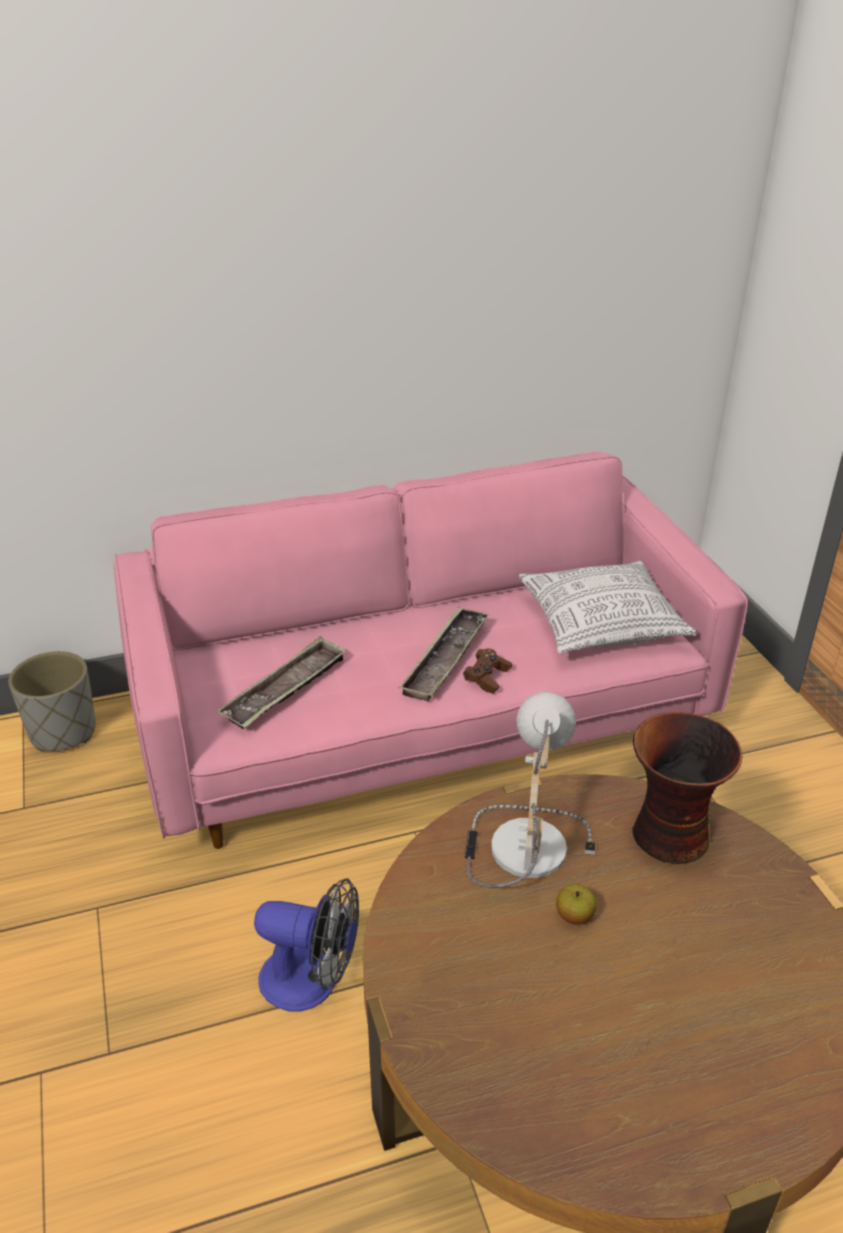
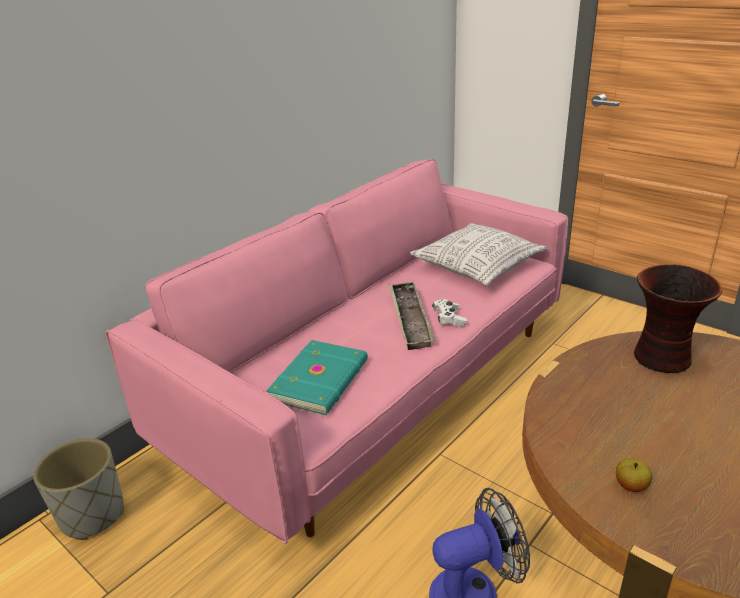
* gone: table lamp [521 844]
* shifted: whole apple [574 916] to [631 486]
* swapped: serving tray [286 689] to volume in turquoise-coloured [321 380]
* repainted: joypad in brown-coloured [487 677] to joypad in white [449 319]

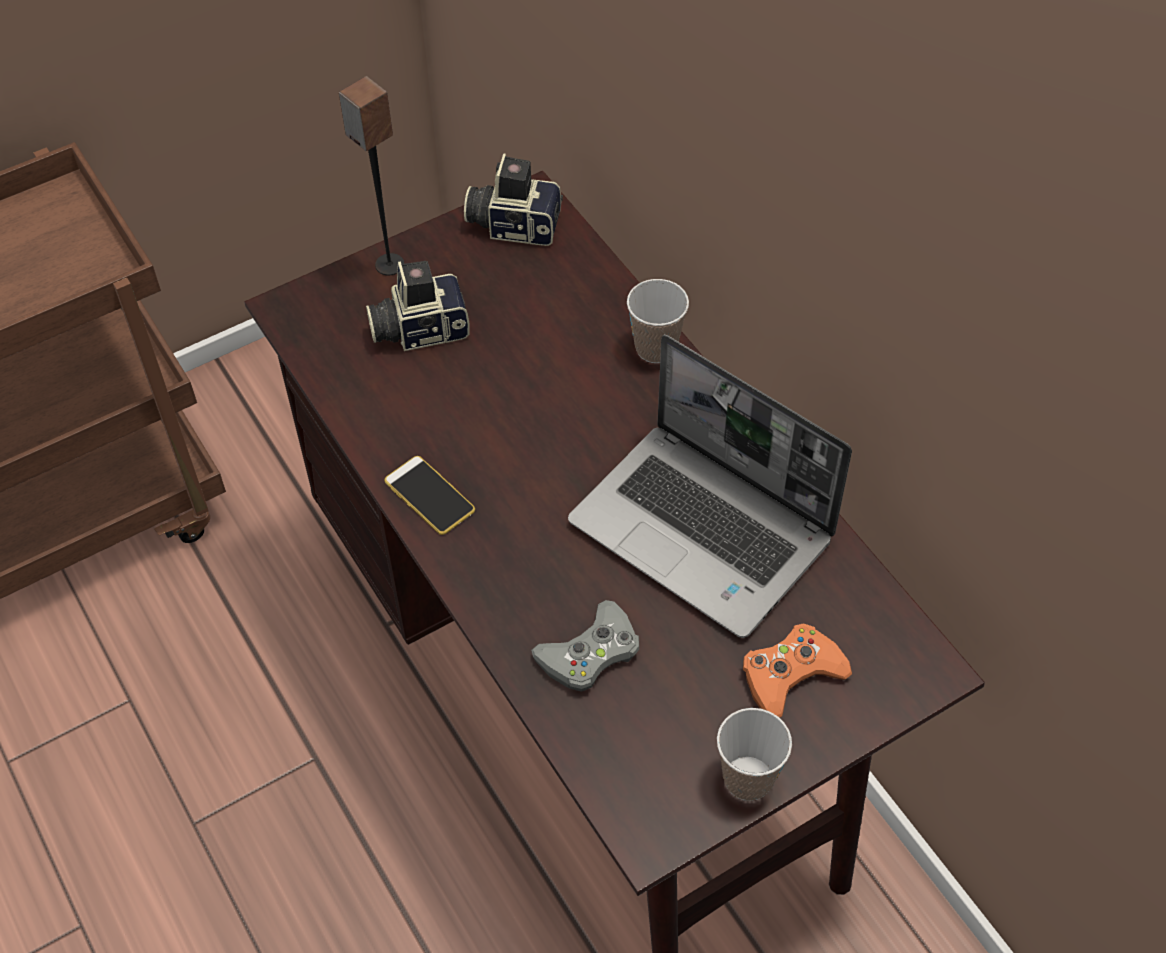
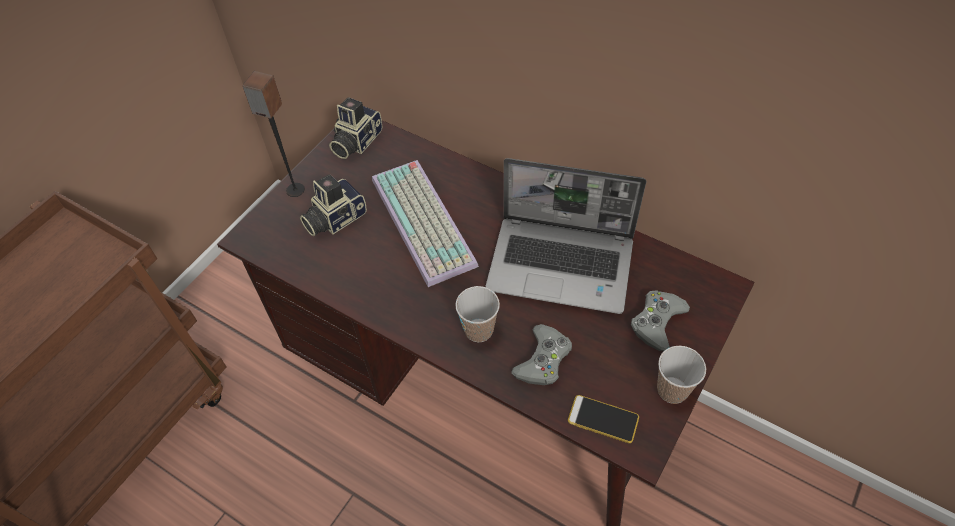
* new: keyboard [426 222]
* shifted: handset [429 496] to [603 419]
* shifted: cup [656 348] to [478 330]
* repainted: joypad in orangey [791 674] to joypad in greyish [657 322]
* rotated: still camera [514 224] = [355 141] 45 degrees counterclockwise

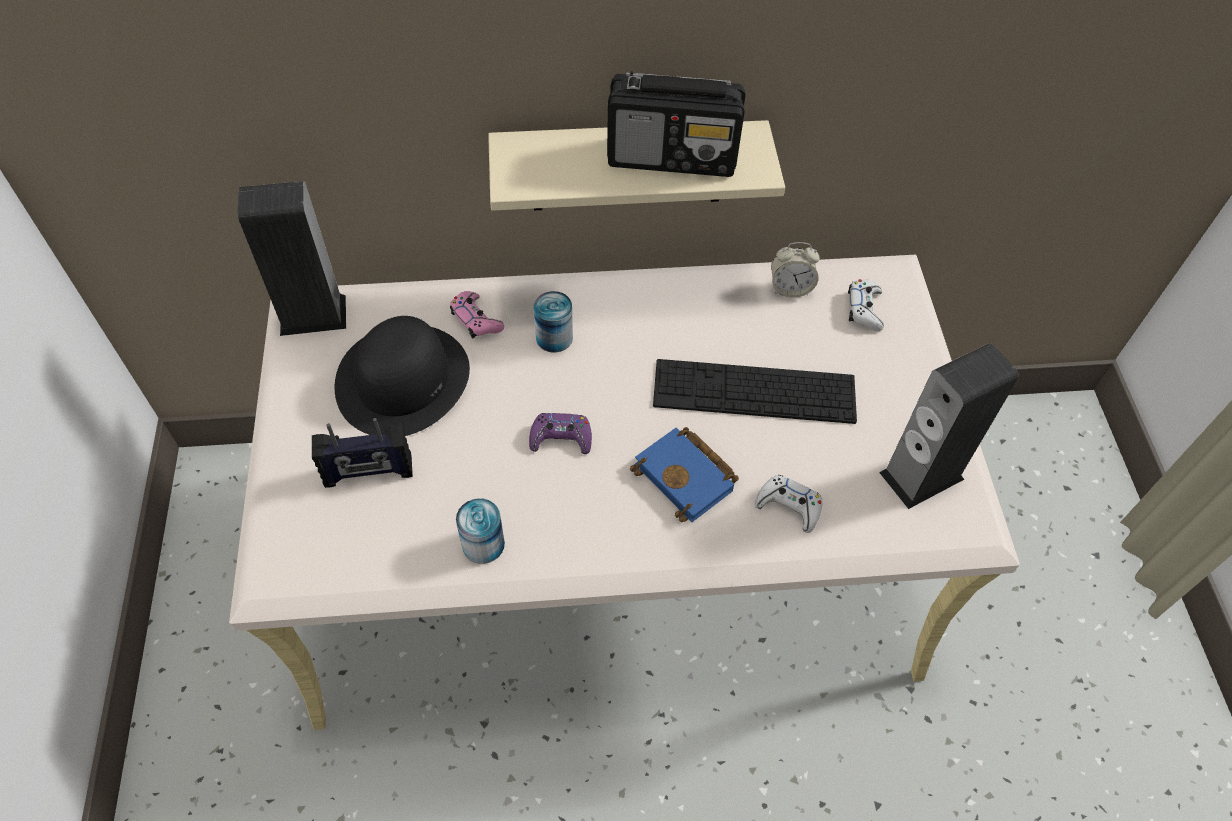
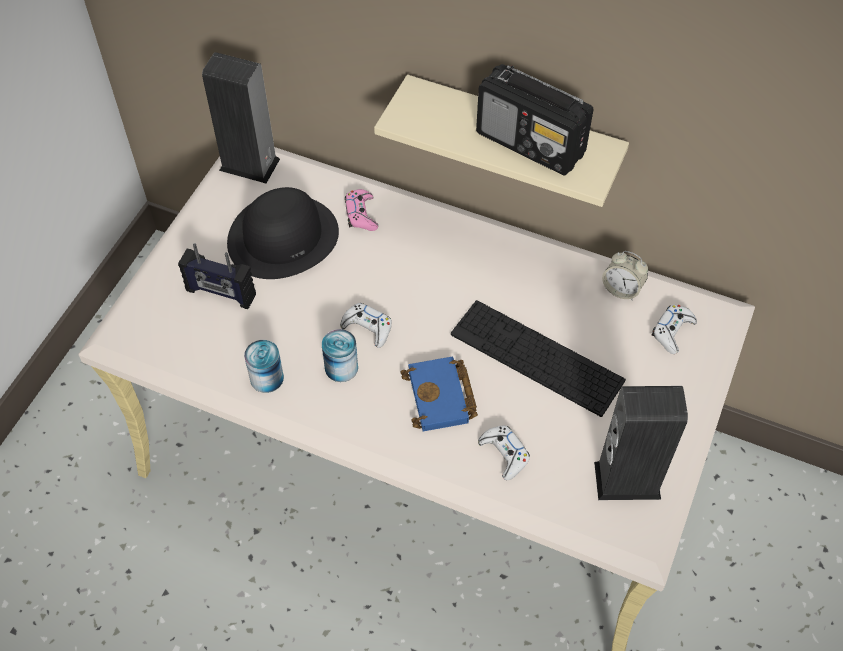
* shifted: metal can [554 337] to [341 367]
* repainted: joypad in purple [561 438] to joypad in white [367 328]

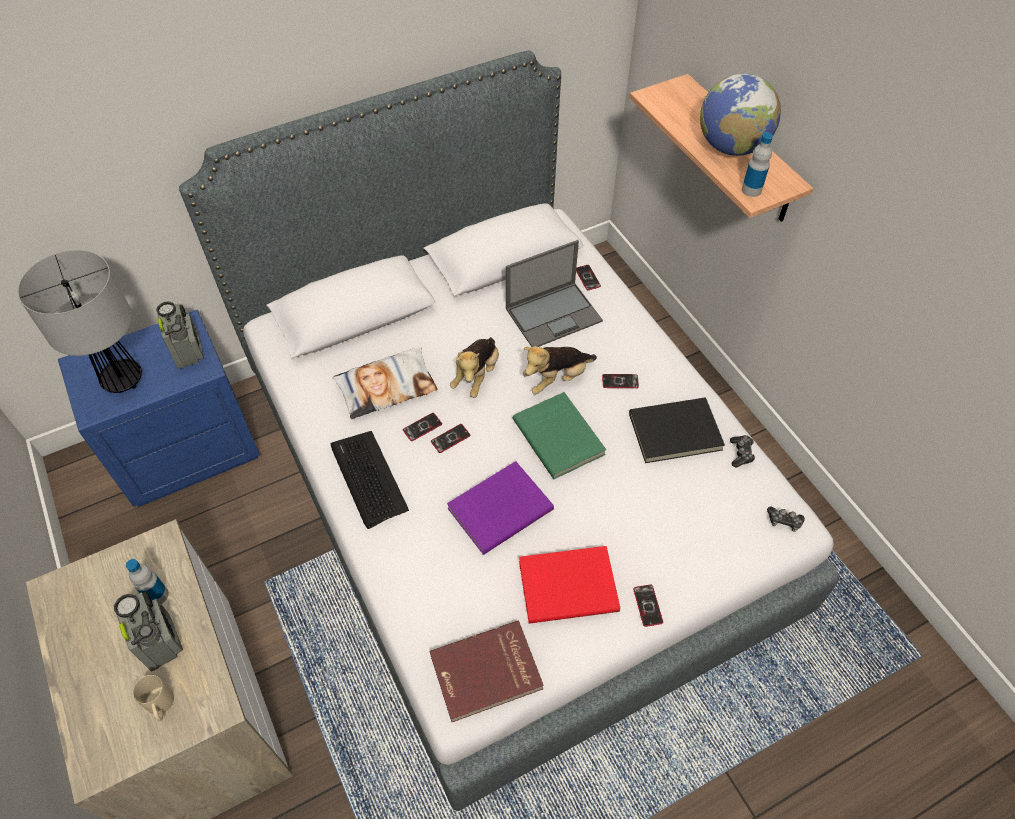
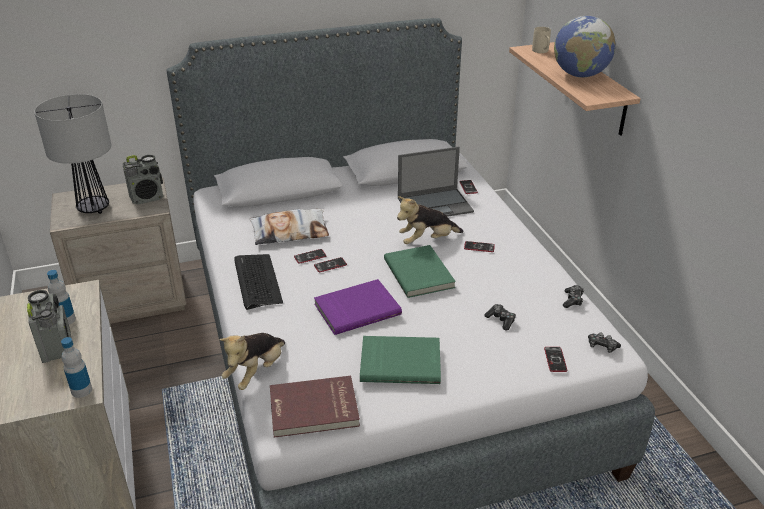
* gone: volume in black [675 433]
* new: joypad [501 320]
* shifted: tea mug in sand-coloured [161 707] to [541 52]
* shifted: plush toy [477 375] to [256 372]
* shifted: handset [647 605] to [555 360]
* shifted: drink bottle [751 190] to [81 390]
* repainted: nightstand in blue-coloured [188 450] to nightstand in sand-coloured [132 298]
* repainted: volume in reddish [567 584] to volume in greenish [400 362]
* rotated: radio receiver [188 351] = [147 198] 75 degrees clockwise

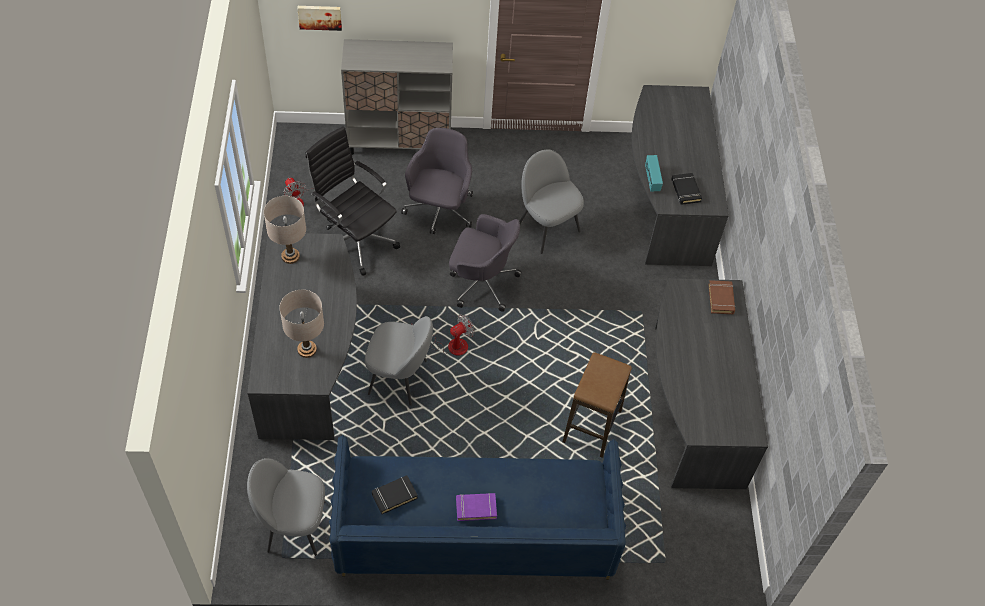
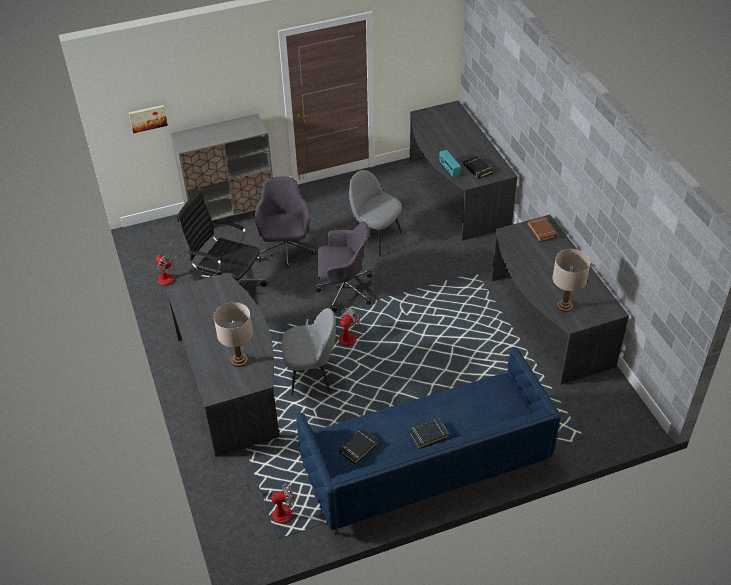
* gone: sitting stool [592 426]
* shifted: table lamp in sand-coloured [290 256] to [564 306]
* swapped: chair in greyish [294 526] to cooling fan [276 511]
* repainted: volume in purple [476 508] to volume in black [428 435]

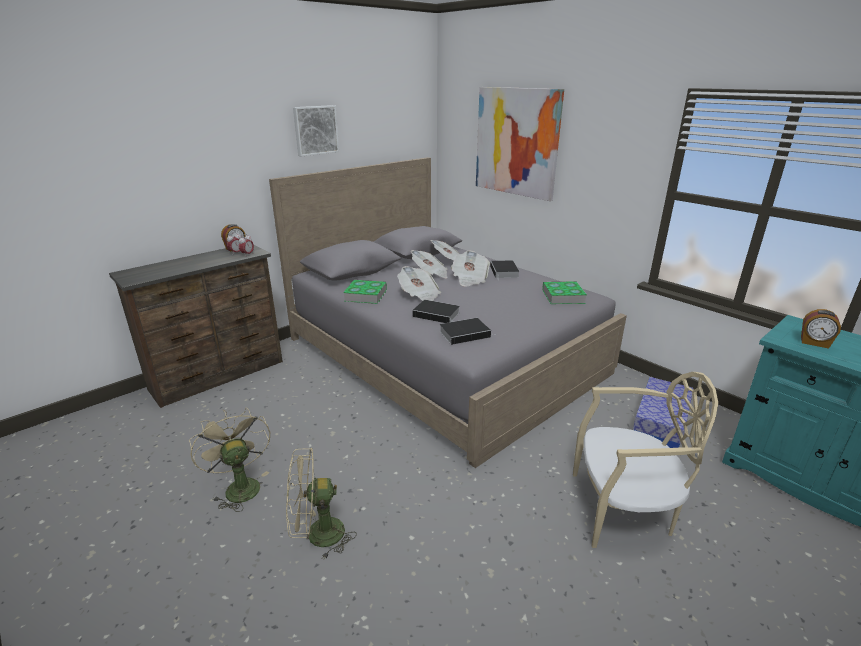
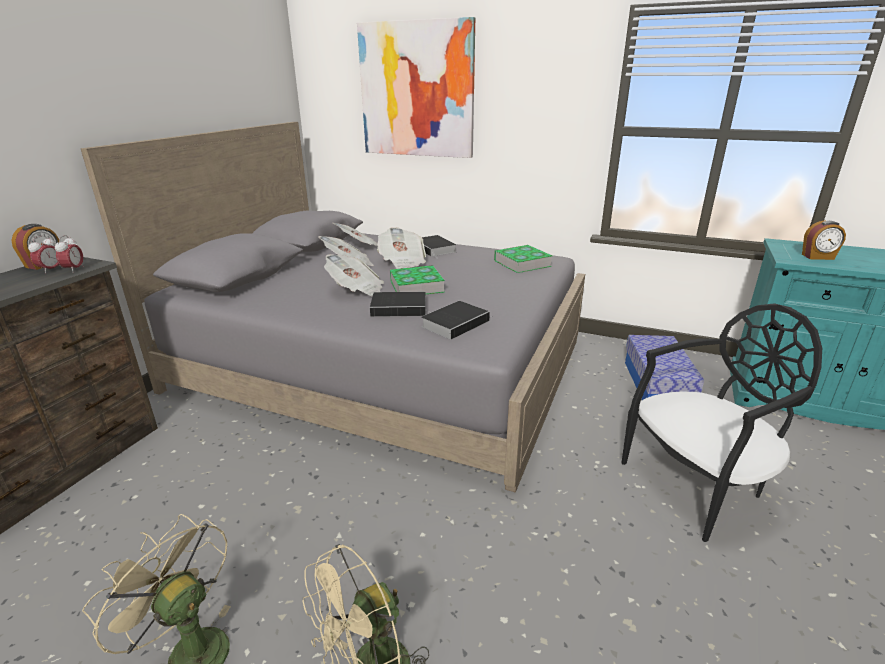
* gone: wall art [315 130]
* shifted: volume [365 295] to [416 286]
* repainted: chair in sand-coloured [623 510] to chair in black [697 485]

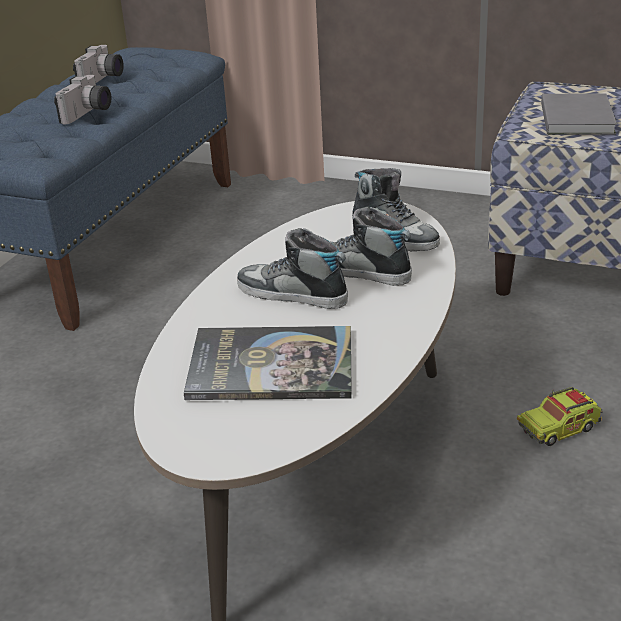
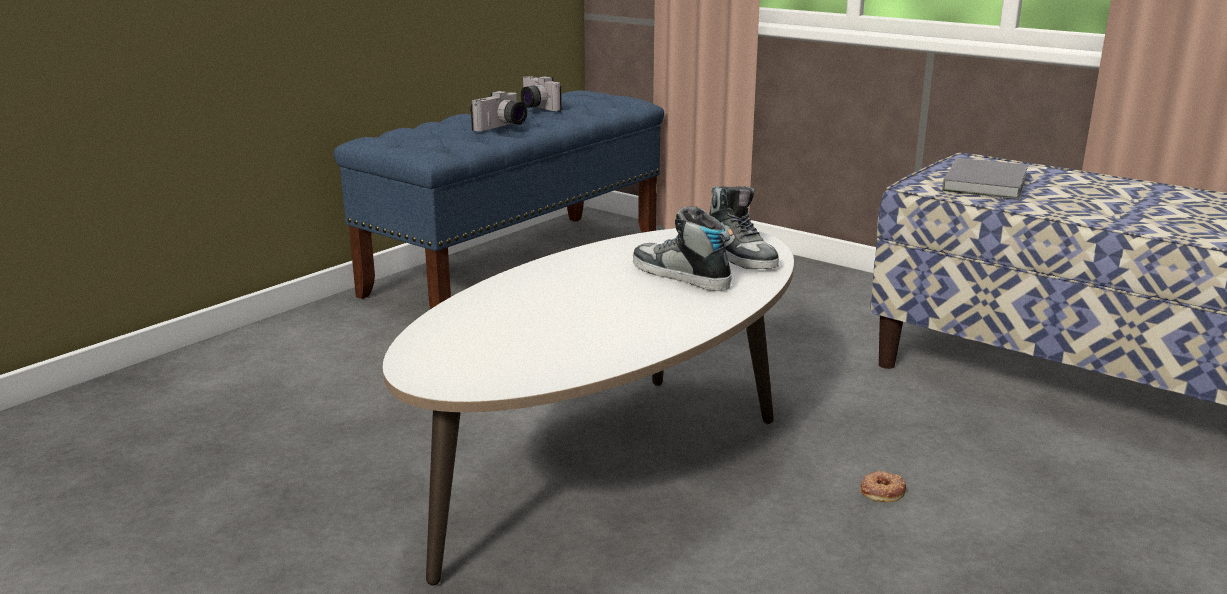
* gone: volume [271 365]
* gone: item of footwear [292 294]
* swapped: toy truck [559 428] to ring doughnut [882 491]
* rotated: still camera [103 80] = [535 107] 105 degrees clockwise

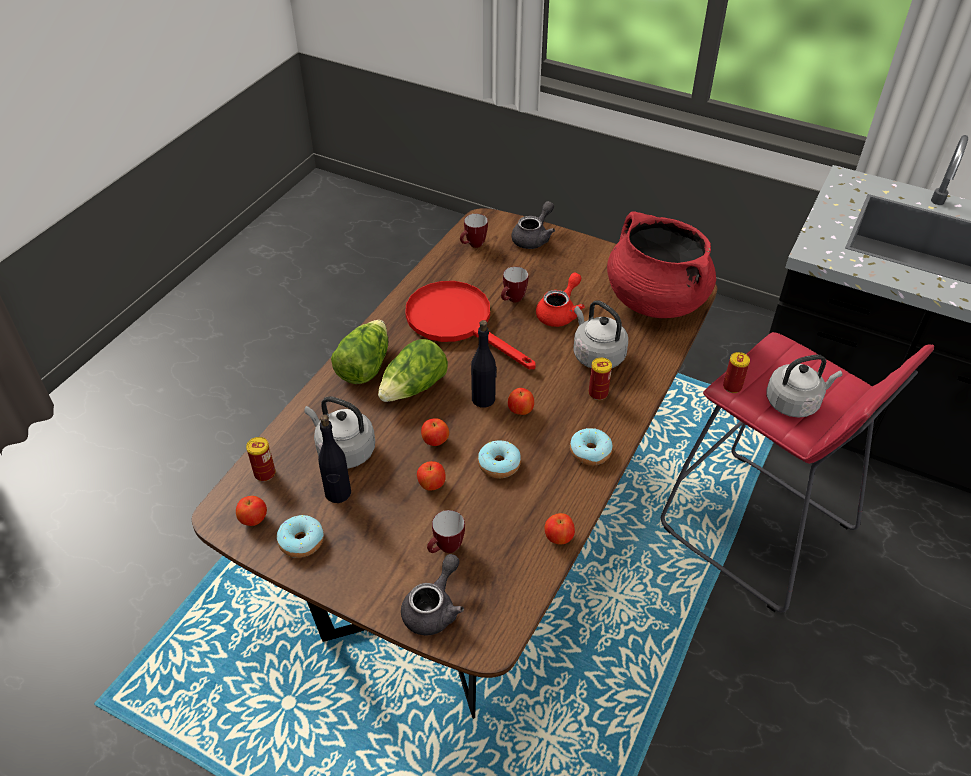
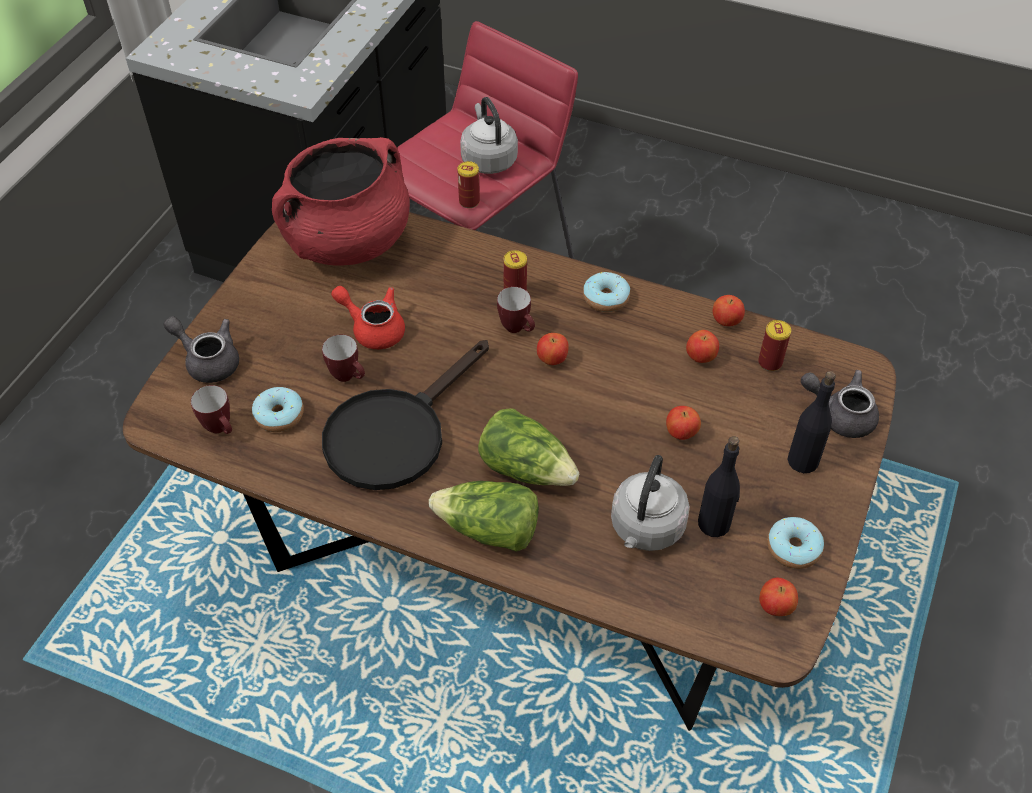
* gone: tea kettle in greyish [596 355]
* shifted: metal can [265 473] to [770 362]
* shifted: whole apple [435 441] to [700 357]
* shifted: tea mug [446 549] to [518 329]
* shifted: drink bottle in black [484 399] to [802 460]
* shifted: ring doughnut [499 464] to [279 416]
* repainted: frying pan in reddish [458 322] to frying pan in black [395 432]

